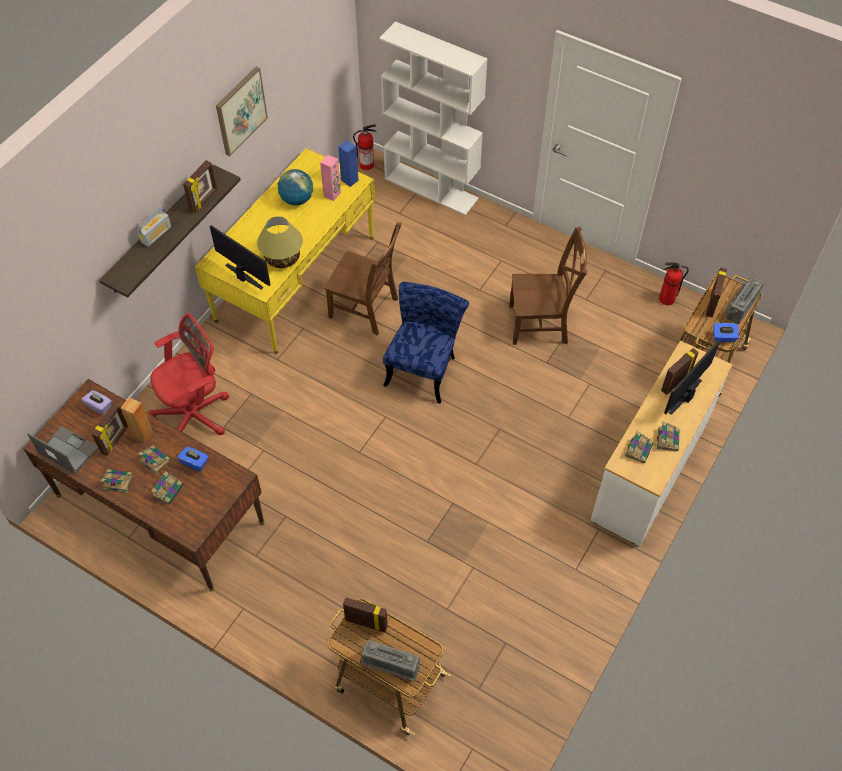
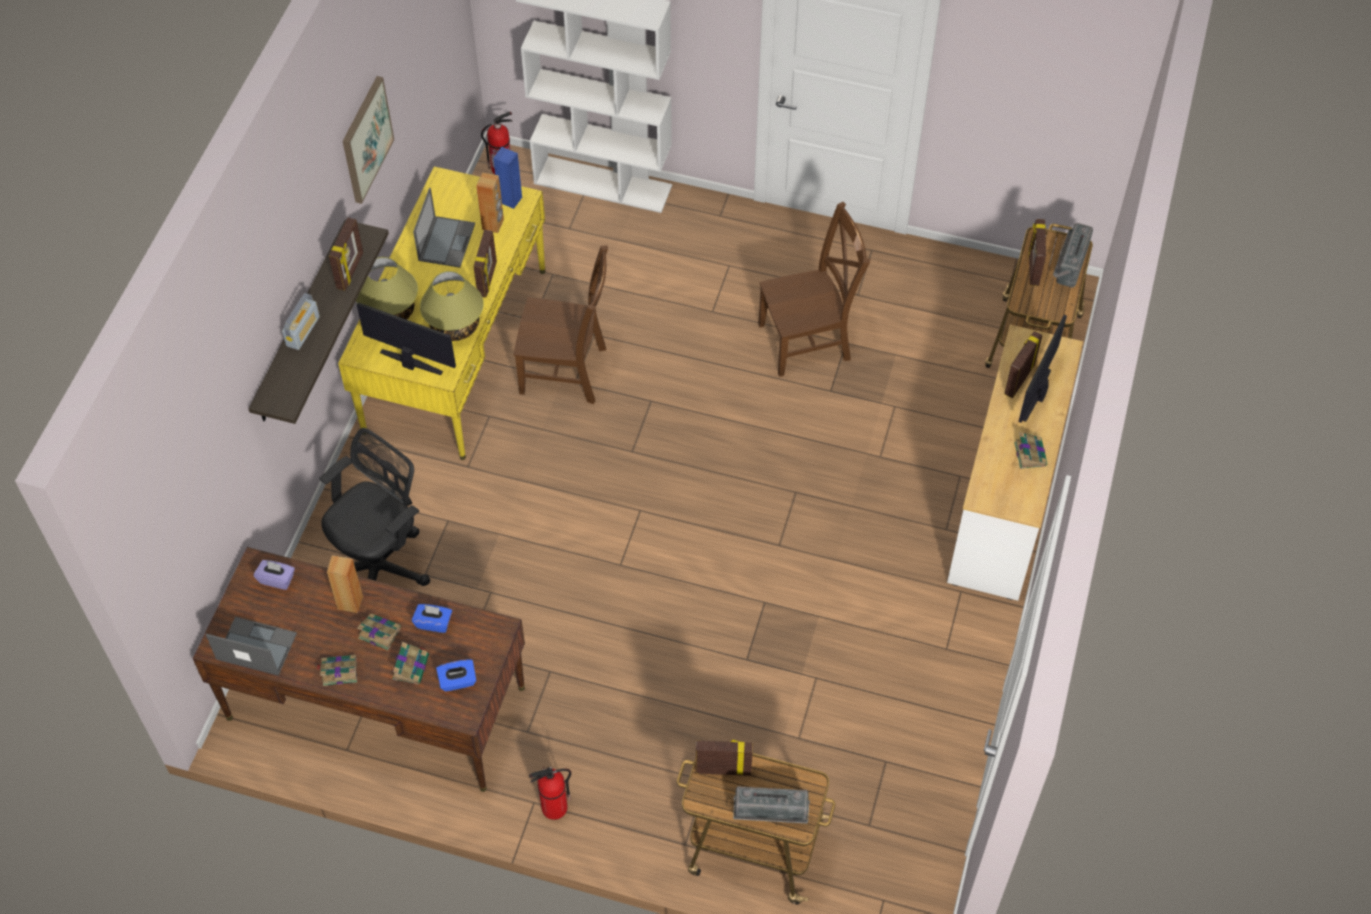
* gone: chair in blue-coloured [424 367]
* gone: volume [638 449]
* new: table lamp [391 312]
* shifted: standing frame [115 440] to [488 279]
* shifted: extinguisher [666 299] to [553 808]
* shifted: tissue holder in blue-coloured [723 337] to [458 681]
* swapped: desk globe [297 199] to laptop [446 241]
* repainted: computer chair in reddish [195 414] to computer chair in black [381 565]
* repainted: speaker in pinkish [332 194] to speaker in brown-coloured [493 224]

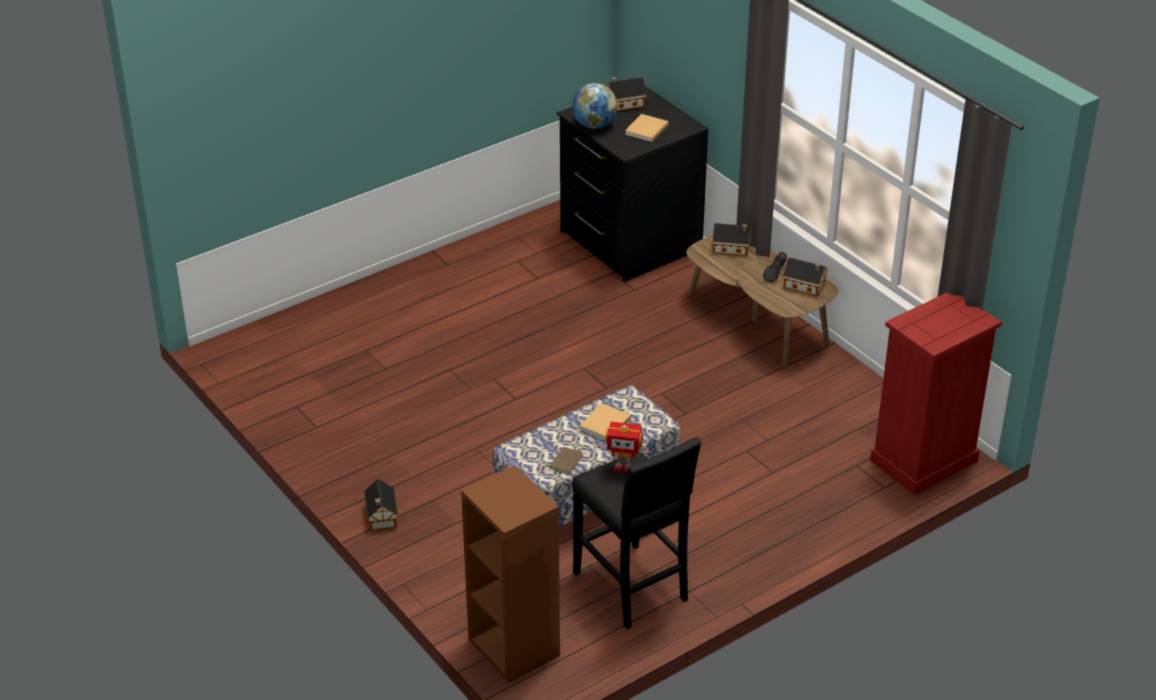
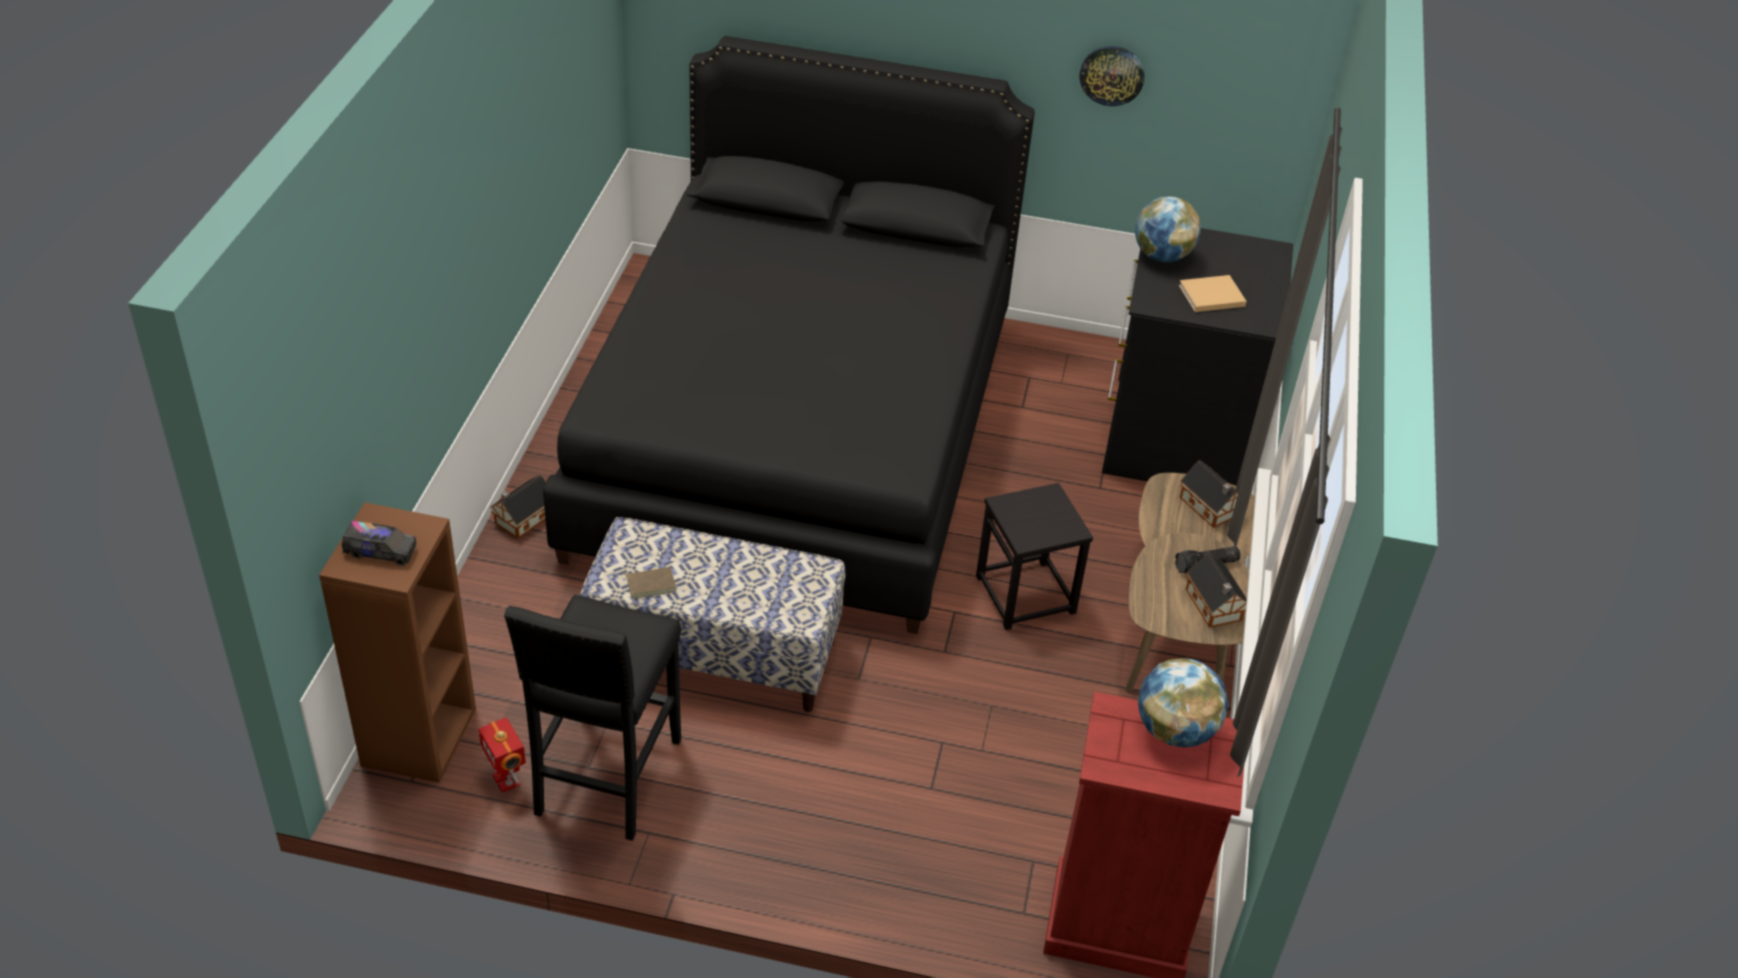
* gone: volume in sand-coloured [604 425]
* gone: miniature house [624 103]
* new: toy truck [380 552]
* new: bed in black [797 433]
* new: sitting stool in black [1026 594]
* new: wall clock [1112 75]
* new: desk globe [1175 730]
* shifted: toy robot [623 468] to [506 780]

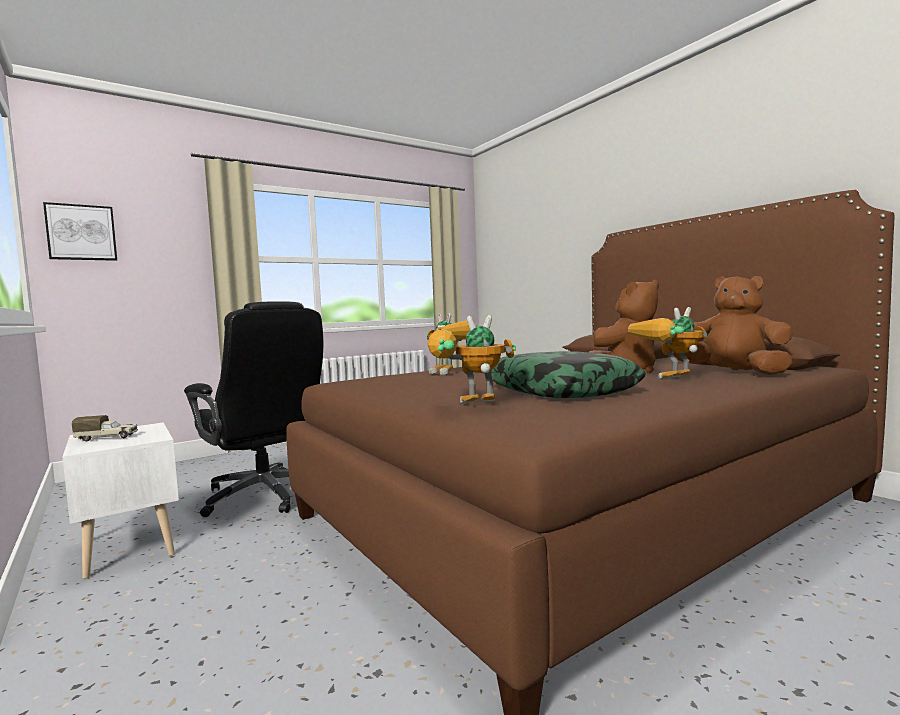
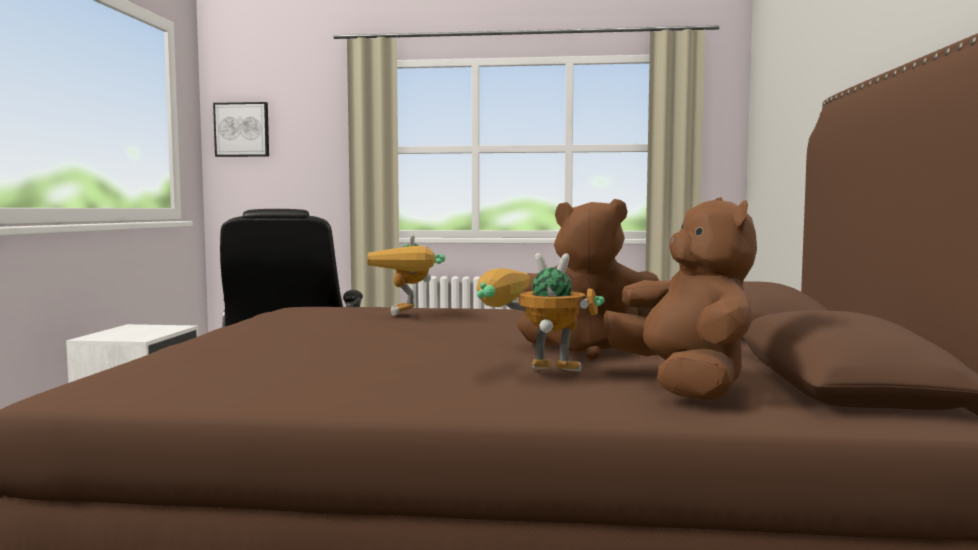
* gone: toy truck [107 438]
* gone: toy robot [466 406]
* gone: pillow [561 390]

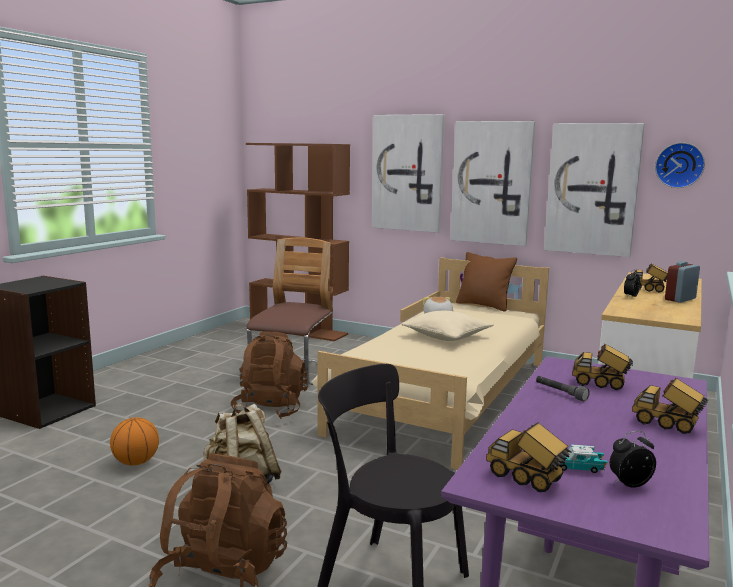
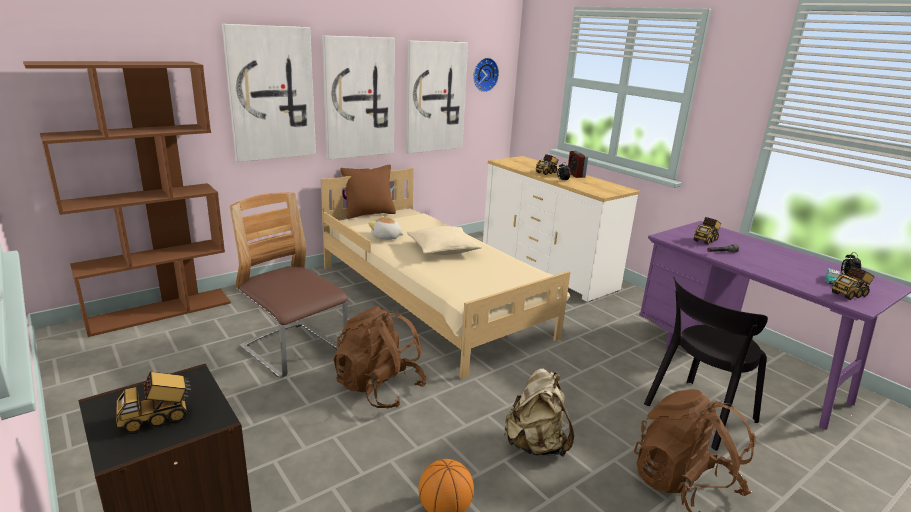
* shifted: toy truck [667 424] to [157 419]

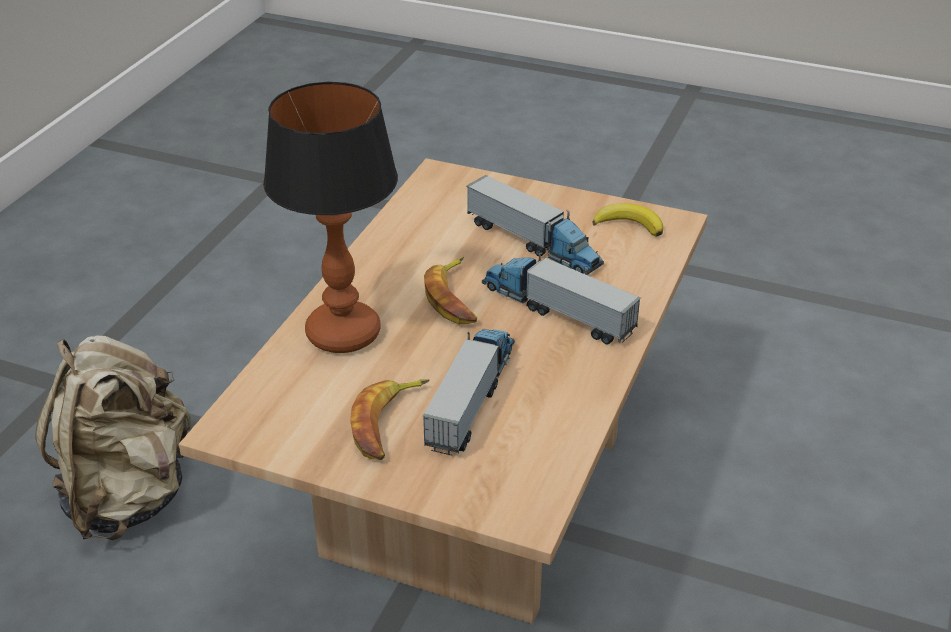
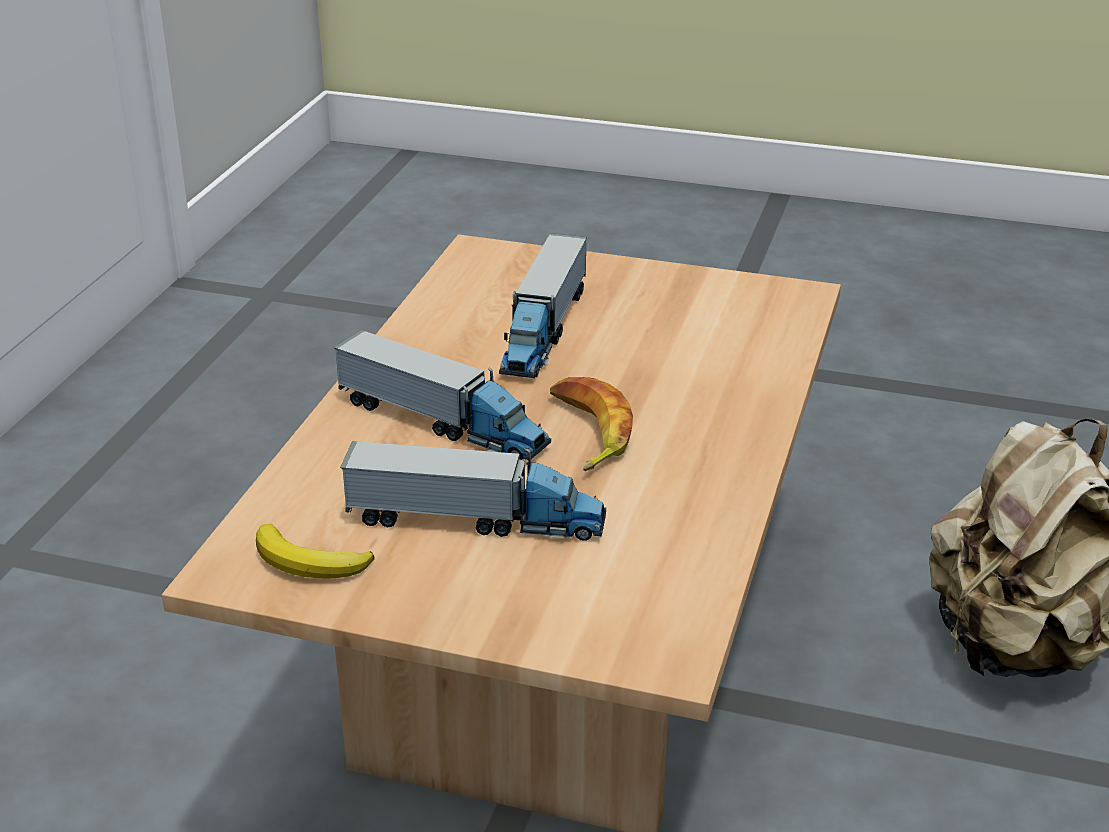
* gone: table lamp [344 332]
* gone: banana [388 423]
* rotated: toy truck [533 243] = [476 520] 150 degrees clockwise

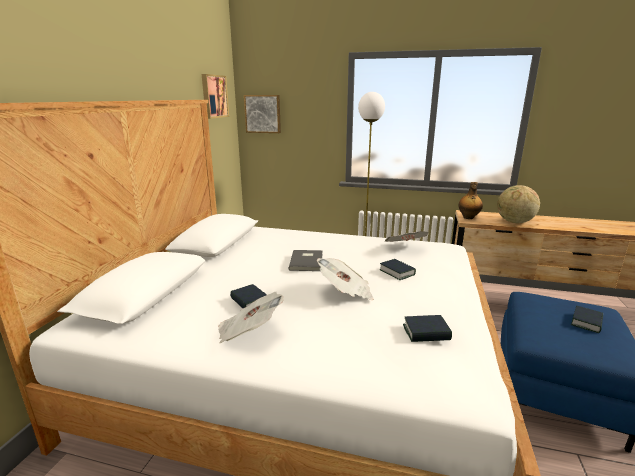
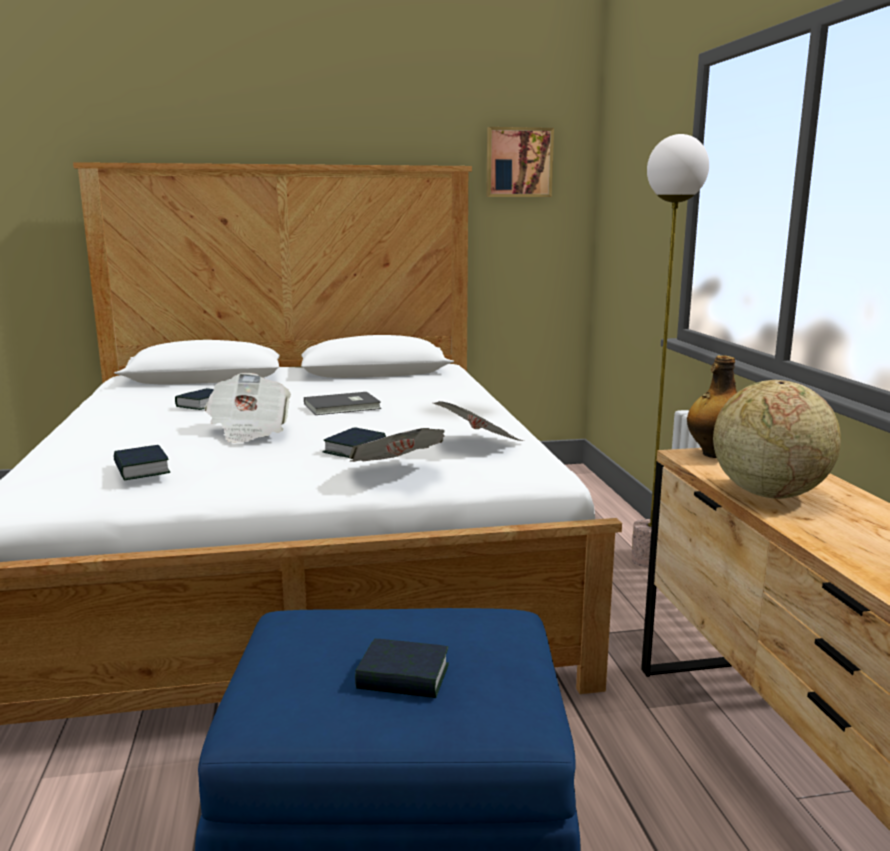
* gone: wall art [263 114]
* shifted: printed paper [249 332] to [396 472]

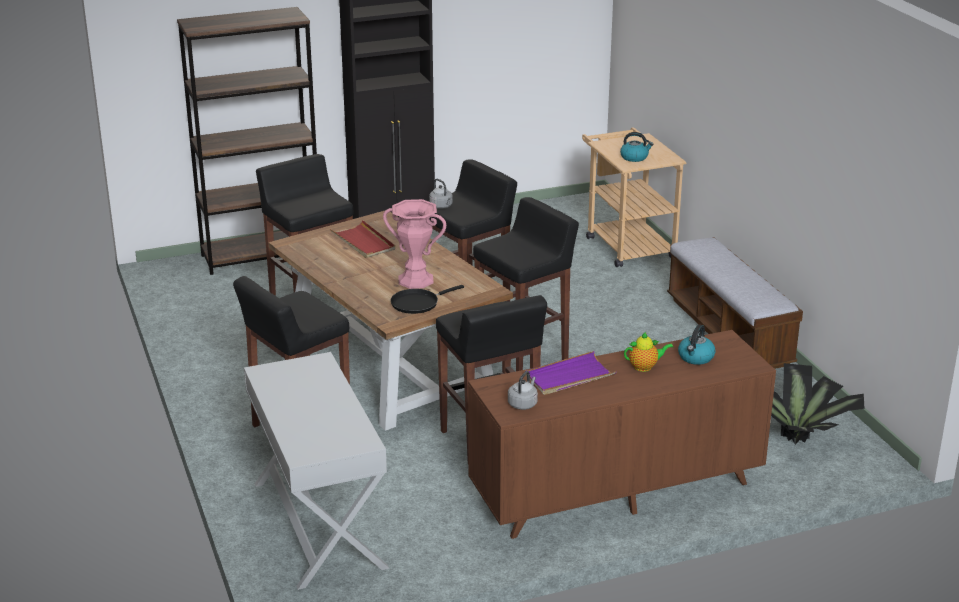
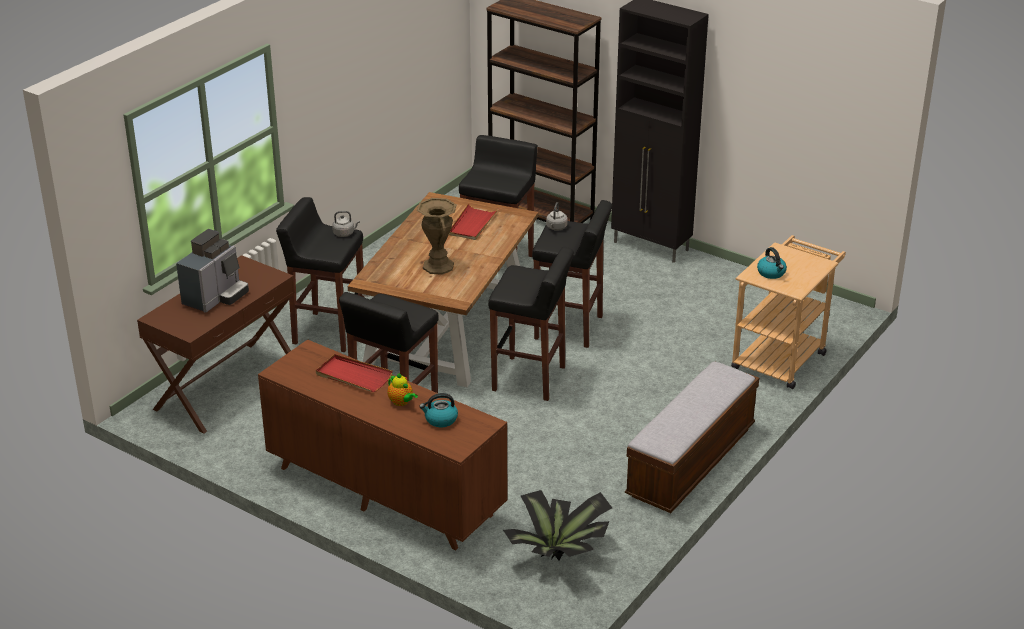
* gone: frying pan in black [417 303]
* new: coffee maker [215 297]
* shifted: tea kettle in greyish [523 404] to [345 233]
* repainted: hall table in white [318 524] to hall table in brown-coloured [227 386]
* repainted: decorative vase in pinkish [416 280] to decorative vase in brown-coloured [438 266]
* repainted: serving tray in purple [569 377] to serving tray in reddish [353 376]

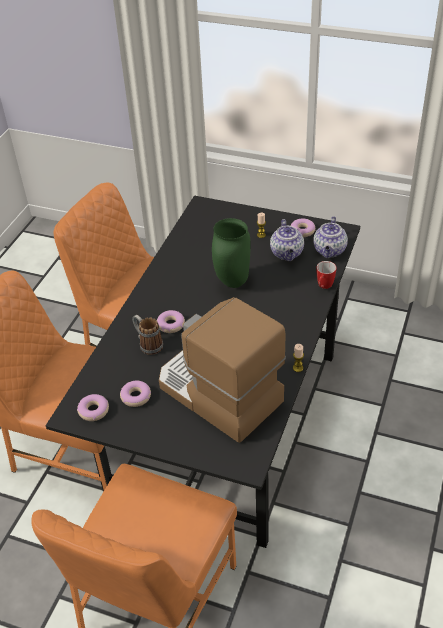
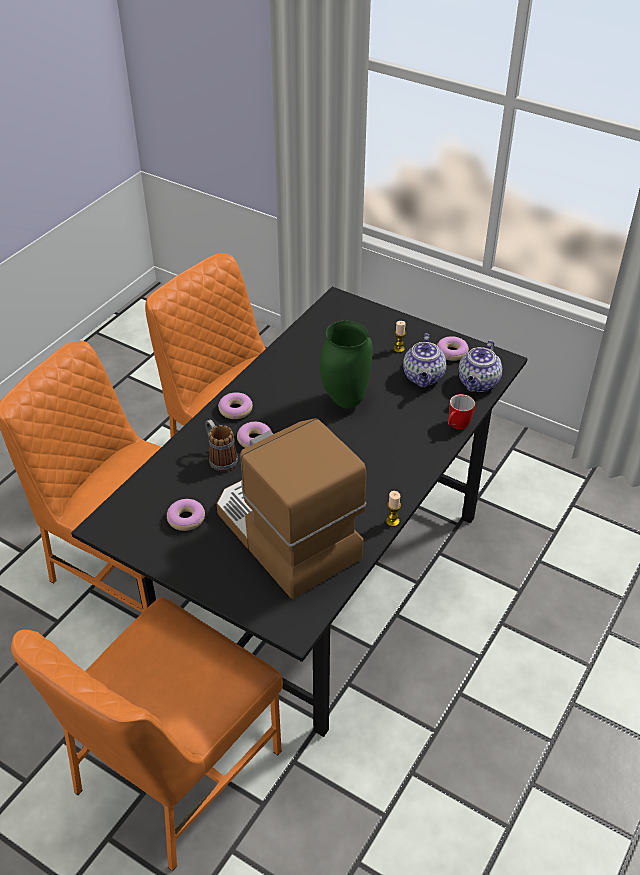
* shifted: ring doughnut [94 410] to [236 410]

